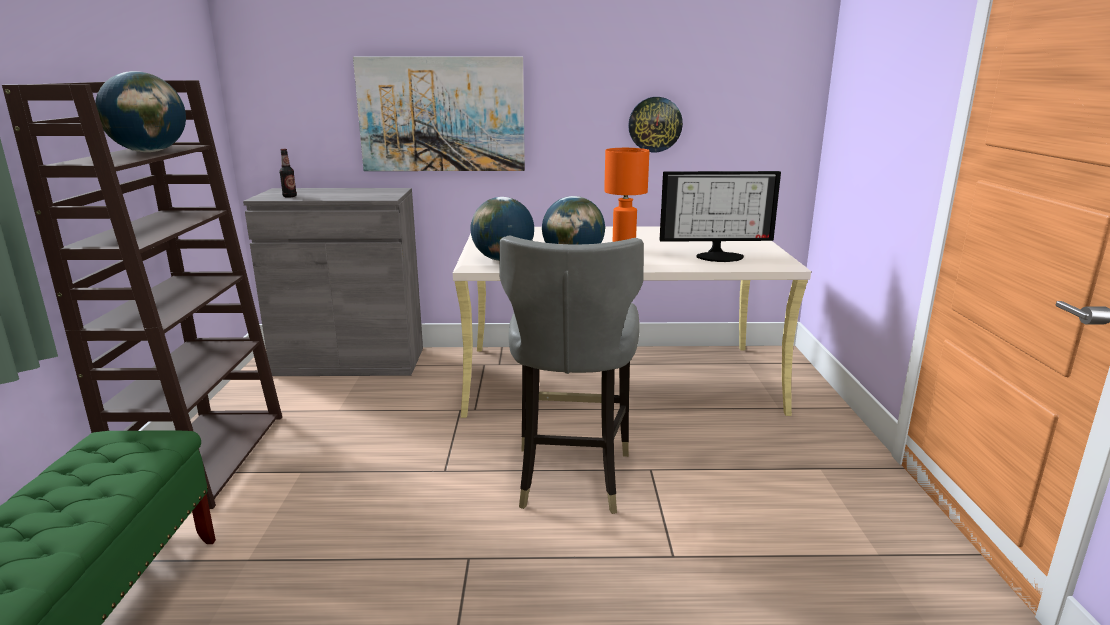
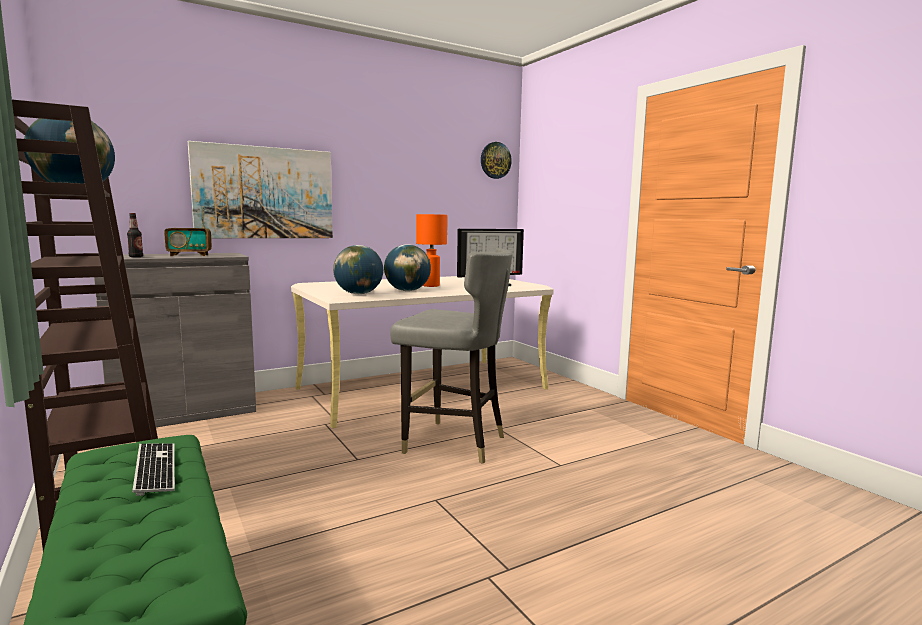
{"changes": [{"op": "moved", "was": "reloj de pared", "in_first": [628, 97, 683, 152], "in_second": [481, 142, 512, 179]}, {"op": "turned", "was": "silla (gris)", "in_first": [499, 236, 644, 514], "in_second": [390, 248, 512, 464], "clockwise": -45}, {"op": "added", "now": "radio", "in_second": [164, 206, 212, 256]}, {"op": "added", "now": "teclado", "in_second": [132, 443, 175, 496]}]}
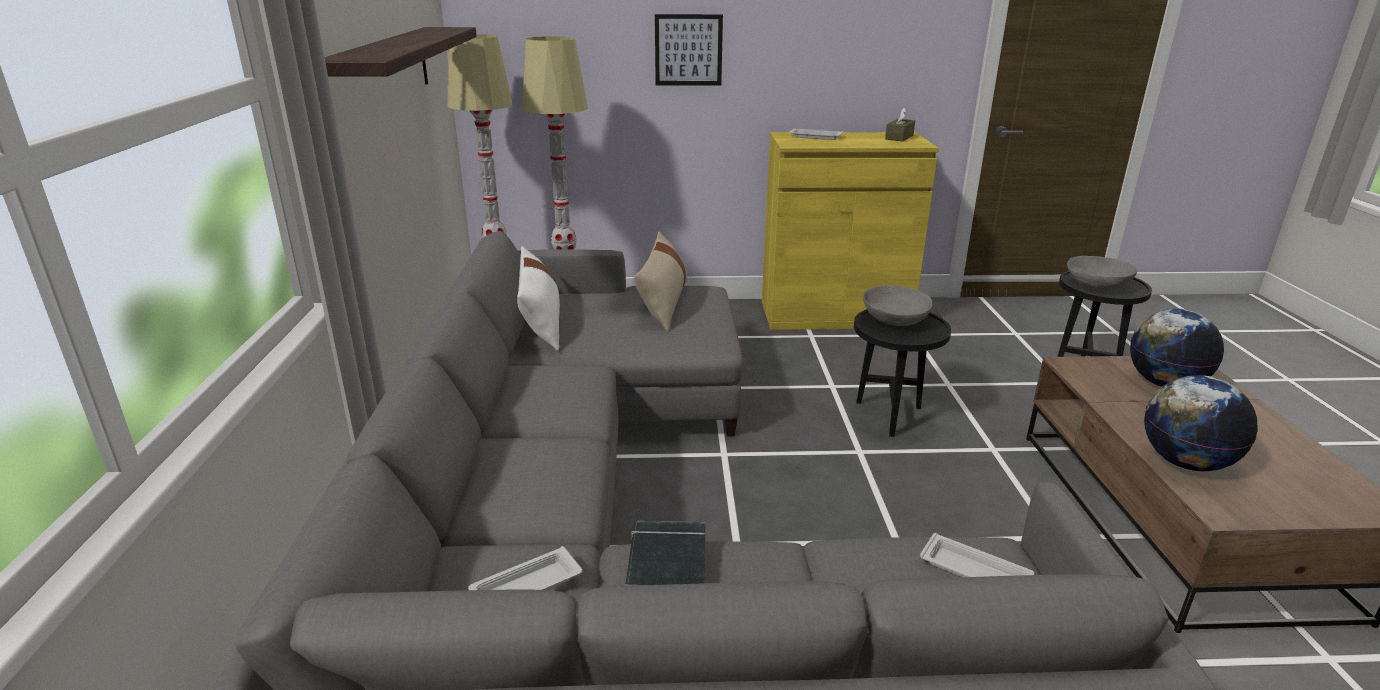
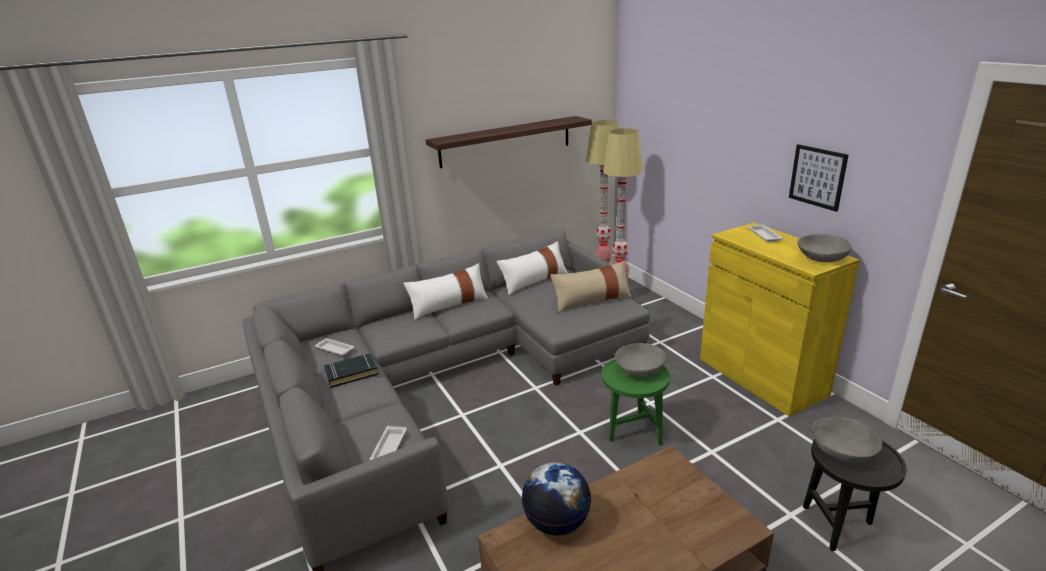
{"changes": [{"op": "moved", "was": "cuadro", "in_first": [655, 14, 723, 86], "in_second": [789, 144, 848, 212]}, {"op": "replaced", "was": "caja de pañuelos (marrón)", "now": "cuenco (gris)", "in_first": [885, 107, 915, 142], "in_second": [797, 234, 852, 262]}, {"op": "recoloured", "was": "mesa auxiliar (negro)", "now": "mesa auxiliar (verde)", "in_first": [854, 309, 951, 437], "in_second": [602, 359, 670, 446]}, {"op": "removed", "was": "globo terráqueo", "in_first": [1130, 309, 1224, 387]}, {"op": "added", "now": "cojín (blanco)", "in_second": [404, 263, 488, 320]}]}
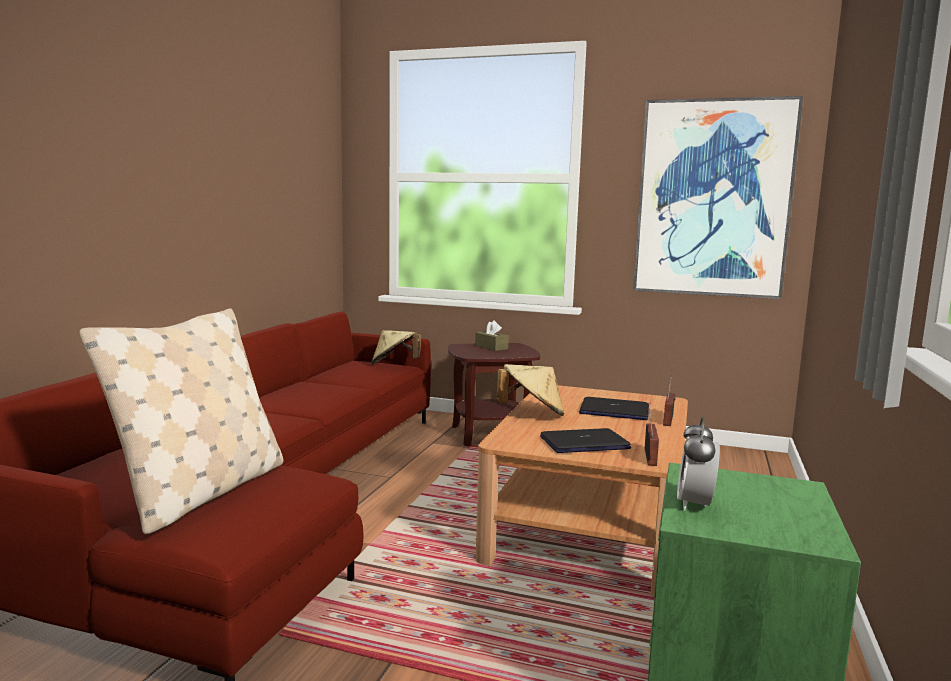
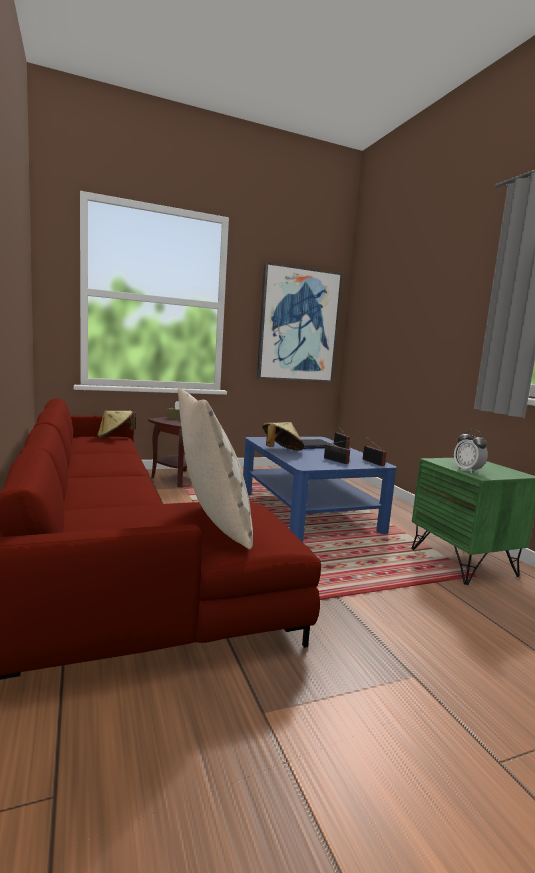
{"changes": [{"op": "recoloured", "was": "mesa de centro (marrón)", "now": "mesa de centro (azul)", "in_first": [476, 385, 688, 597], "in_second": [243, 437, 397, 542]}, {"op": "replaced", "was": "portátil", "now": "radio", "in_first": [540, 428, 631, 453], "in_second": [324, 439, 354, 464]}]}
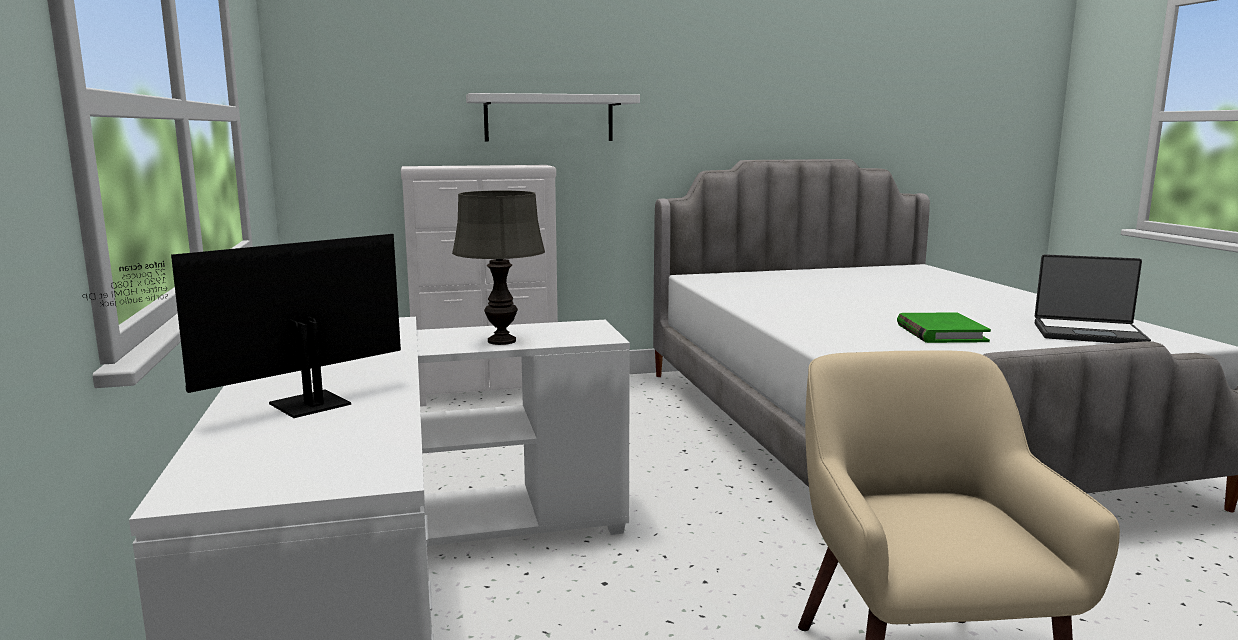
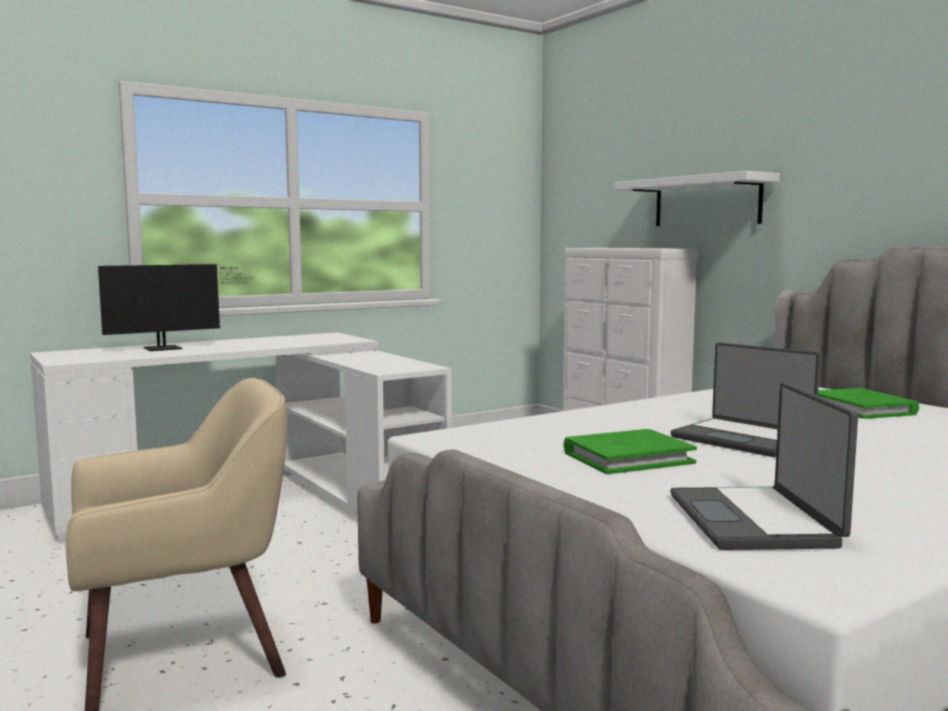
{"changes": [{"op": "removed", "was": "lámpara de mesa (gris)", "in_first": [452, 191, 545, 345]}, {"op": "turned", "was": "monitor", "in_first": [82, 234, 401, 418], "in_second": [98, 264, 253, 351], "clockwise": 120}, {"op": "added", "now": "portátil", "in_second": [671, 342, 821, 457]}, {"op": "added", "now": "libro (verde)", "in_second": [818, 388, 919, 419]}]}
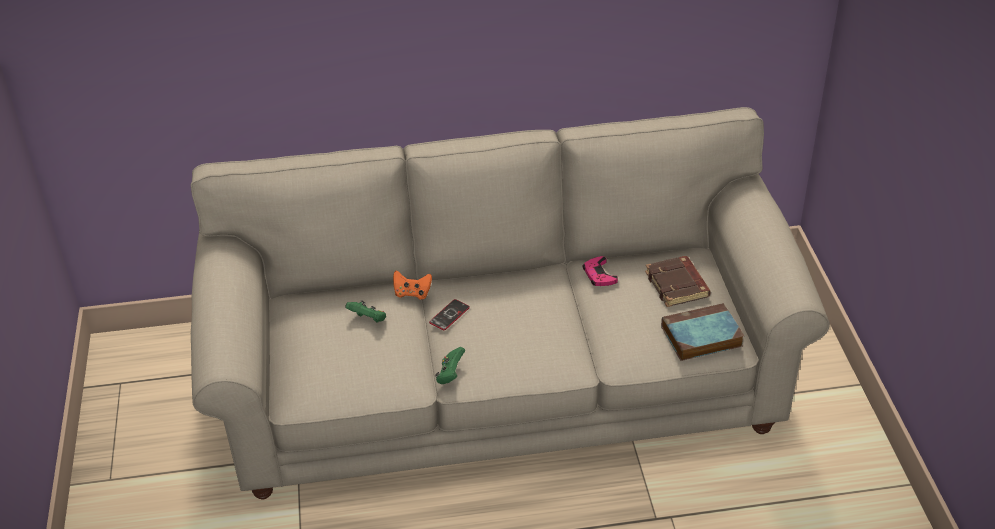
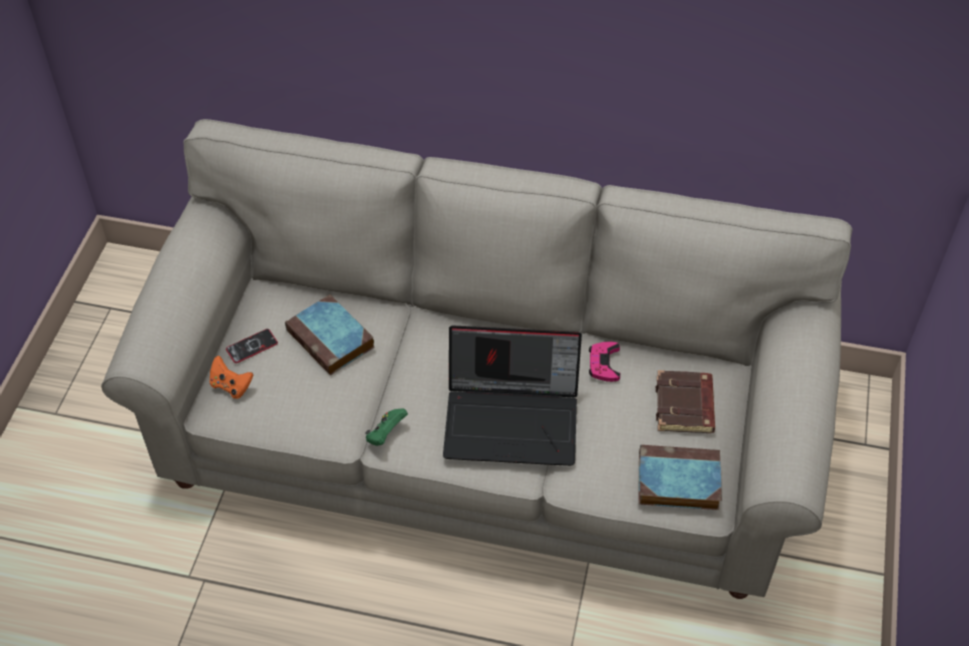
{"changes": [{"op": "moved", "was": "mando de consola (naranja)", "in_first": [393, 271, 432, 300], "in_second": [210, 356, 253, 399]}, {"op": "moved", "was": "móvil", "in_first": [429, 299, 470, 330], "in_second": [226, 329, 278, 363]}, {"op": "replaced", "was": "mando de consola (verde)", "now": "libro", "in_first": [345, 300, 386, 323], "in_second": [285, 295, 374, 375]}, {"op": "added", "now": "portátil", "in_second": [443, 326, 582, 466]}]}
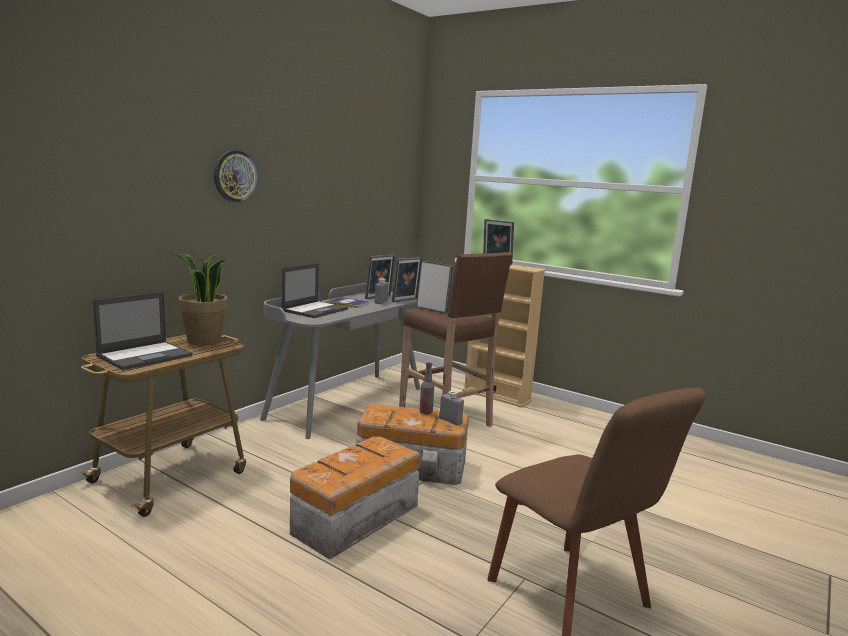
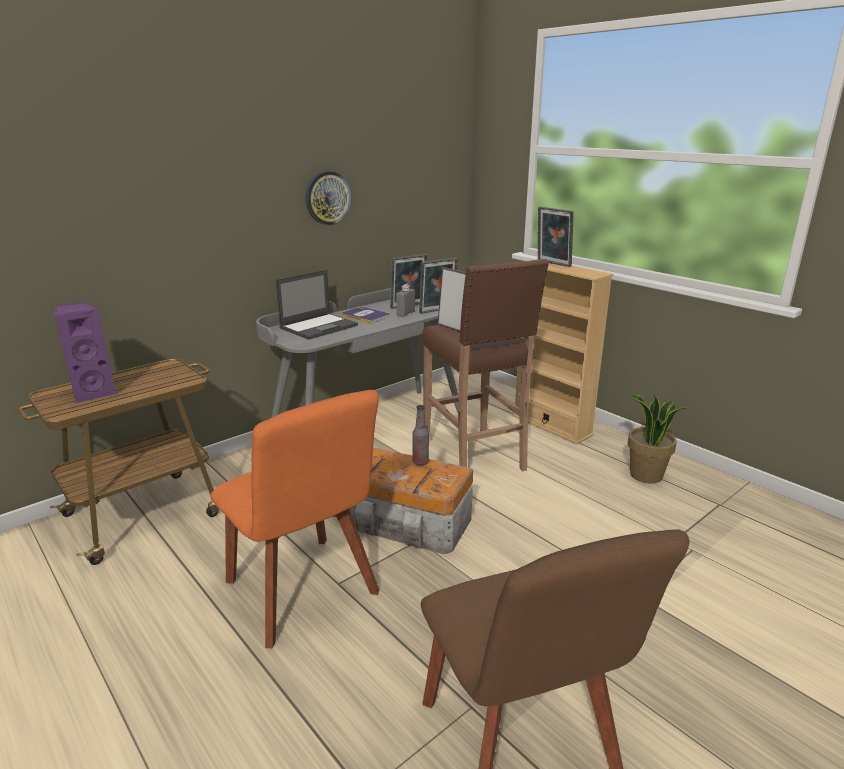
{"changes": [{"op": "moved", "was": "reloj de pared", "in_first": [214, 150, 258, 202], "in_second": [306, 171, 352, 225]}, {"op": "moved", "was": "planta en maceta", "in_first": [171, 250, 228, 345], "in_second": [628, 394, 687, 483]}, {"op": "replaced", "was": "portátil", "now": "altavoz (morado)", "in_first": [93, 292, 193, 370], "in_second": [54, 302, 116, 403]}, {"op": "removed", "was": "botella (gris)", "in_first": [439, 390, 464, 426]}, {"op": "replaced", "was": "caja de almacenaje", "now": "silla (naranja)", "in_first": [290, 437, 420, 560], "in_second": [210, 390, 379, 649]}]}
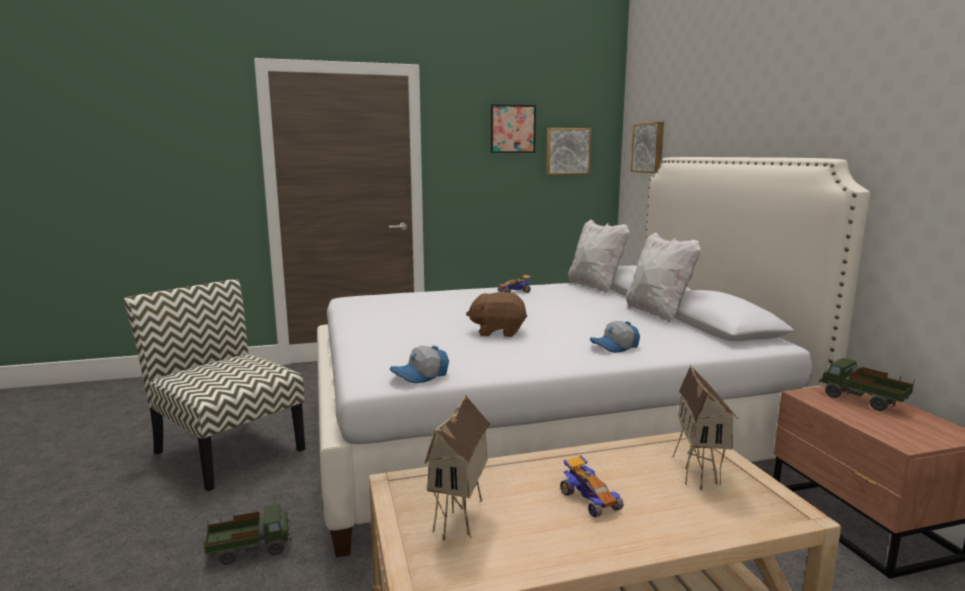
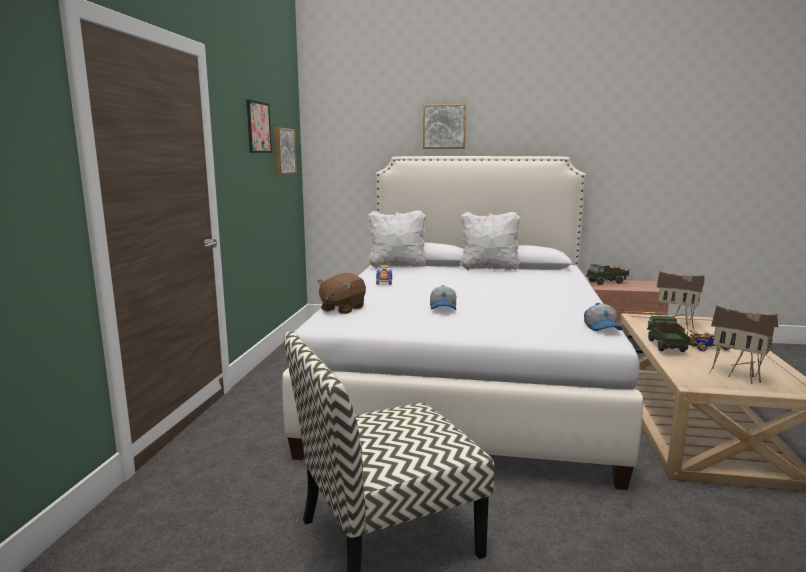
{"changes": [{"op": "moved", "was": "cuadro", "in_first": [631, 122, 664, 173], "in_second": [423, 104, 466, 148]}, {"op": "moved", "was": "peluche (marrón)", "in_first": [466, 292, 527, 337], "in_second": [317, 273, 366, 314]}, {"op": "moved", "was": "gorra", "in_first": [590, 321, 640, 353], "in_second": [430, 285, 456, 310]}, {"op": "moved", "was": "camión de juguete", "in_first": [204, 504, 292, 565], "in_second": [647, 316, 692, 352]}]}
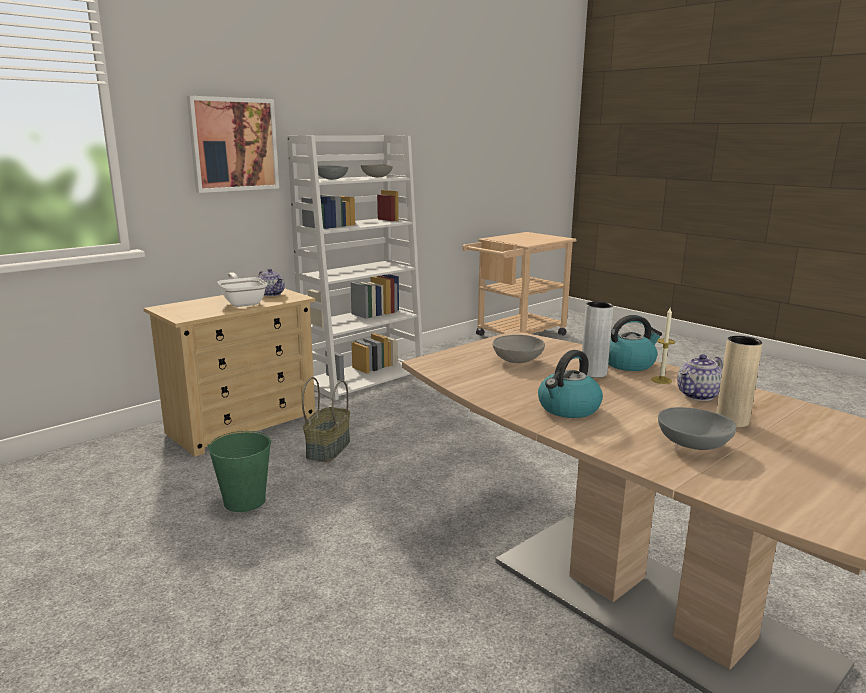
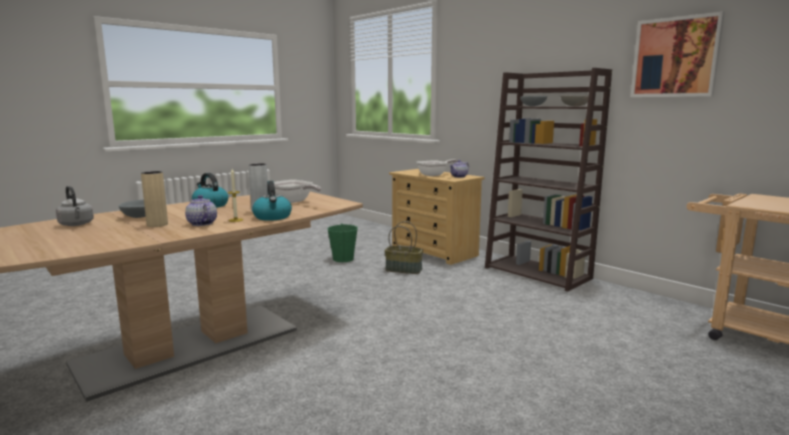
{"changes": [{"op": "moved", "was": "cuadro", "in_first": [187, 96, 279, 193], "in_second": [631, 11, 725, 97]}, {"op": "recoloured", "was": "estantería (blanco)", "now": "estantería (marrón)", "in_first": [287, 135, 423, 400], "in_second": [485, 68, 612, 292]}, {"op": "replaced", "was": "cuenco (gris)", "now": "sartén", "in_first": [492, 335, 545, 363], "in_second": [274, 180, 321, 203]}, {"op": "added", "now": "hervidor (gris)", "in_second": [56, 186, 94, 226]}]}
